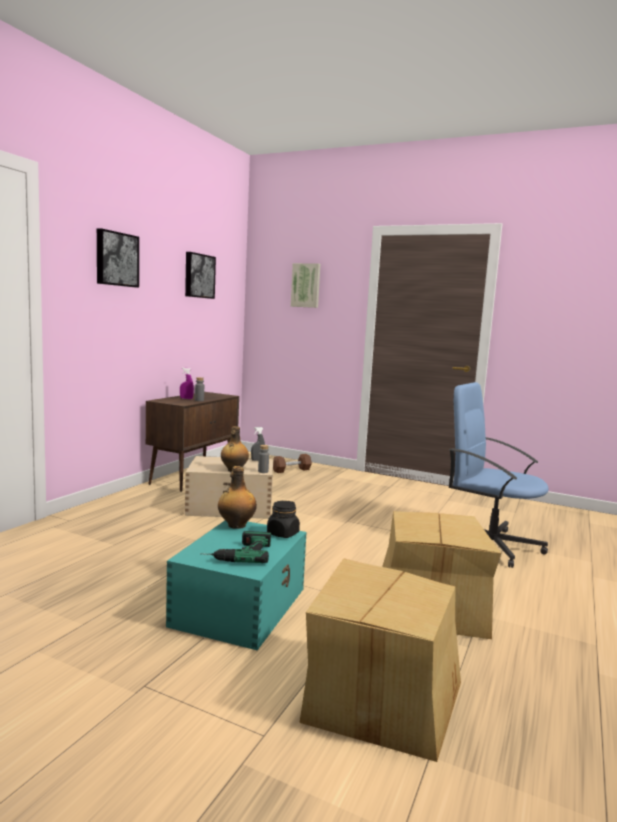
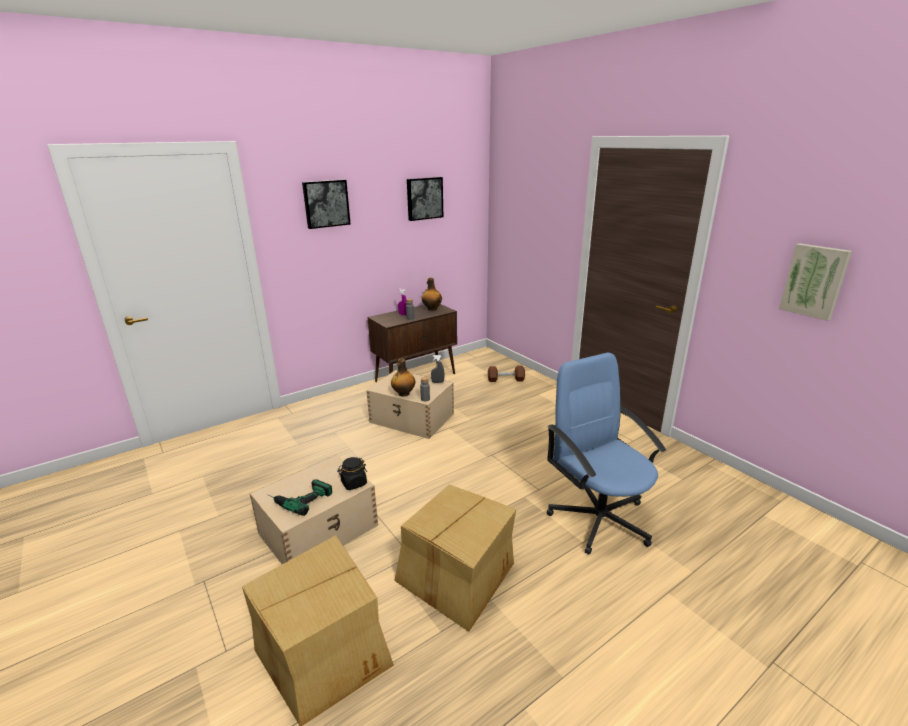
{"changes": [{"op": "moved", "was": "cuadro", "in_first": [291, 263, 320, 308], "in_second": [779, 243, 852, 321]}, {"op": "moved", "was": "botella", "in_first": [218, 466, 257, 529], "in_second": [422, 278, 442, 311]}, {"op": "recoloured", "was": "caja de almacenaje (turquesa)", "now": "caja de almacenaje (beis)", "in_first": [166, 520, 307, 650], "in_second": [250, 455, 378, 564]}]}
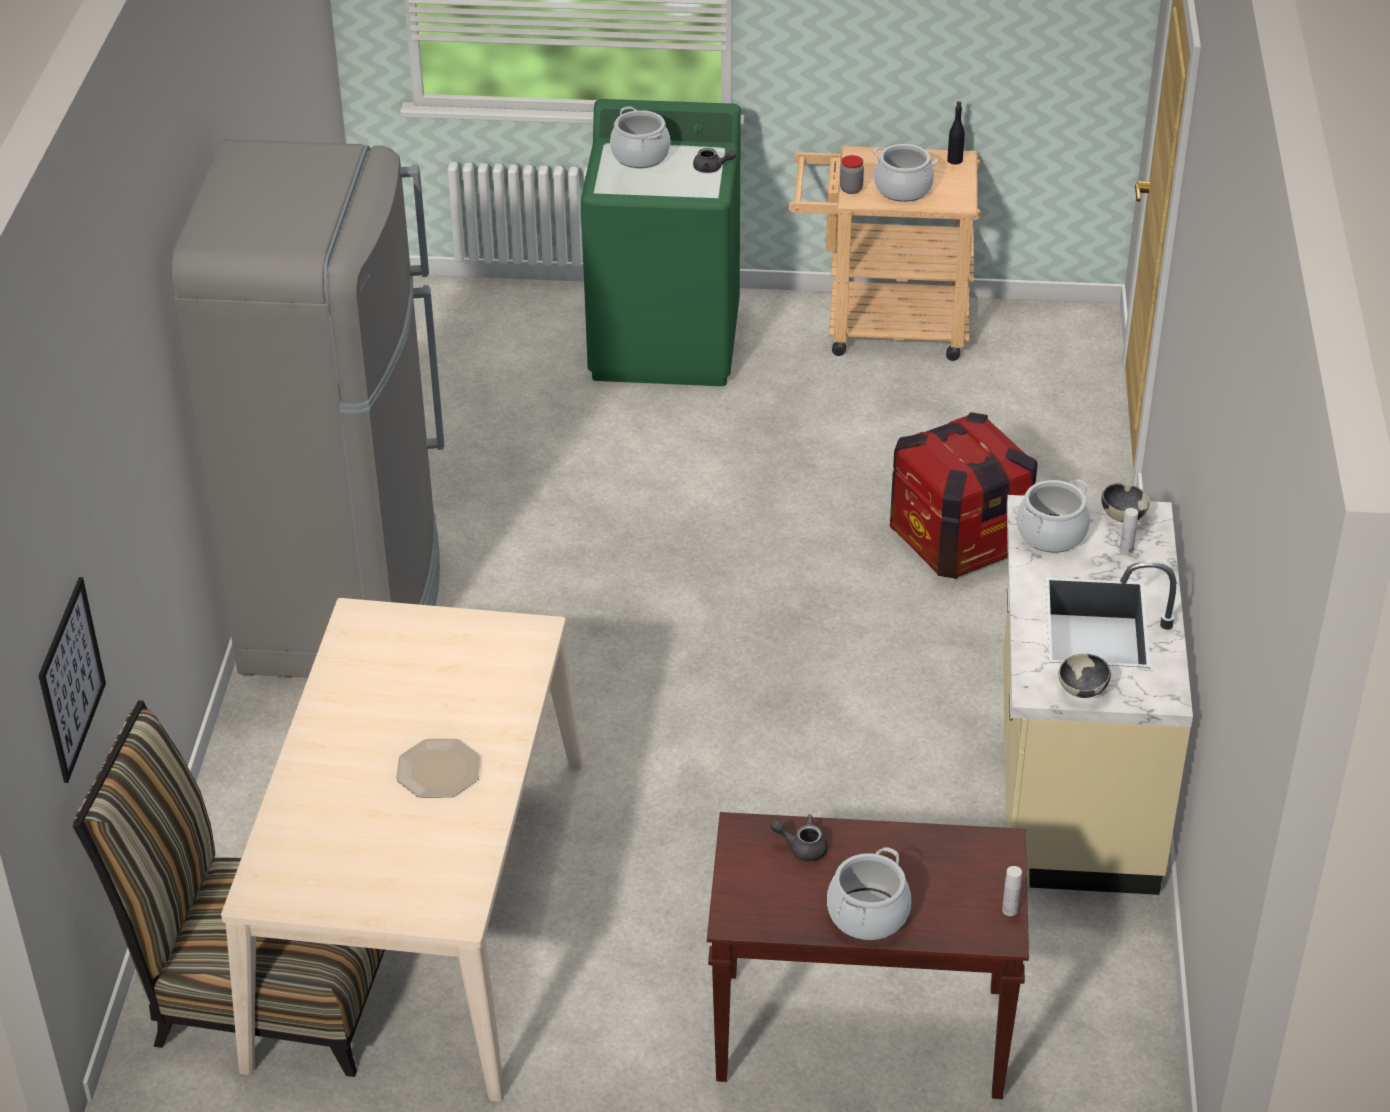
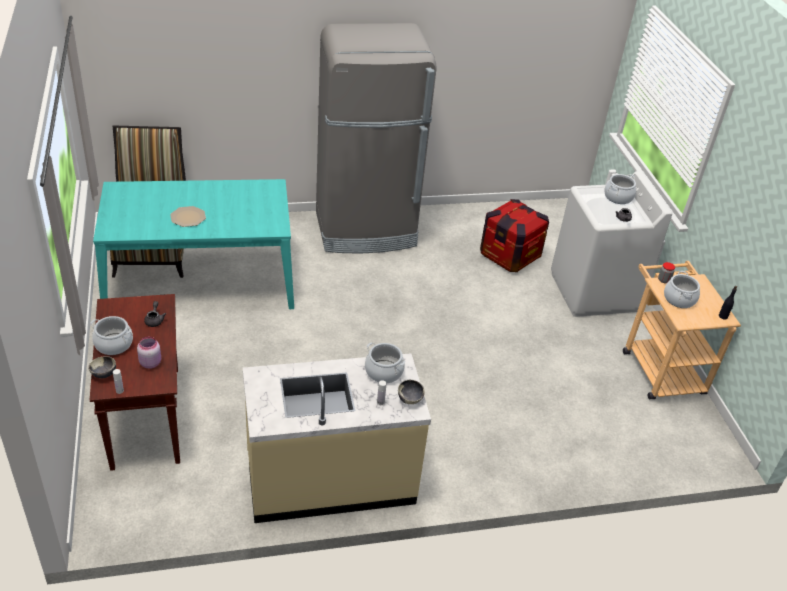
{"changes": [{"op": "recoloured", "was": "lavadora (verde)", "now": "lavadora (blanco)", "in_first": [581, 99, 741, 386], "in_second": [551, 171, 672, 317]}, {"op": "moved", "was": "caja de embalaje", "in_first": [890, 412, 1038, 579], "in_second": [480, 199, 549, 272]}, {"op": "removed", "was": "cuadro", "in_first": [38, 577, 106, 783]}, {"op": "recoloured", "was": "mesa de comedor (beis)", "now": "mesa de comedor (turquesa)", "in_first": [221, 598, 583, 1102], "in_second": [93, 179, 294, 309]}, {"op": "moved", "was": "cuenco", "in_first": [1058, 653, 1111, 698], "in_second": [88, 356, 116, 378]}, {"op": "added", "now": "tarro (rosa)", "in_second": [137, 337, 161, 369]}]}
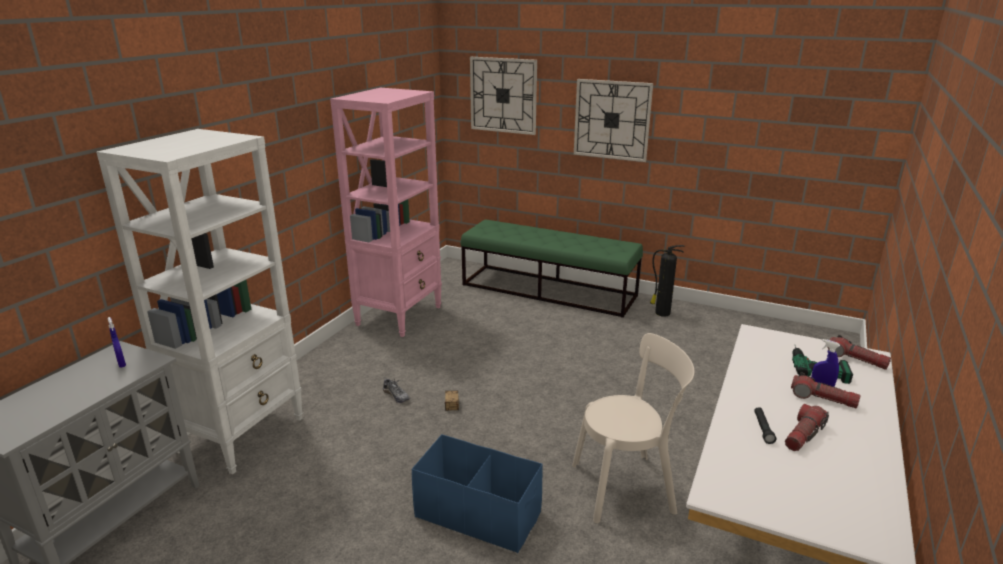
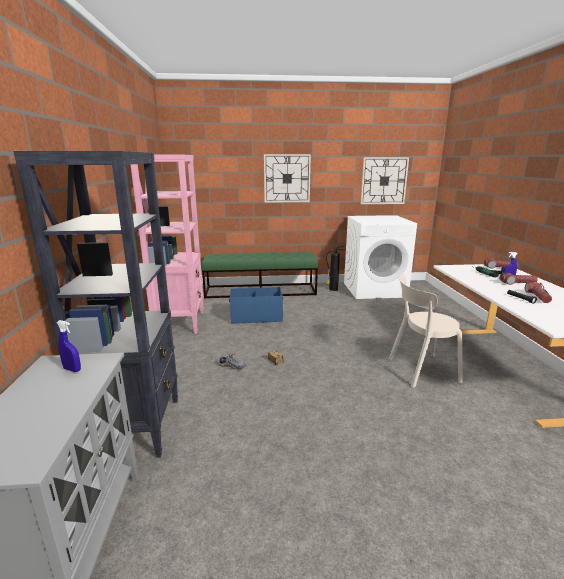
{"changes": [{"op": "moved", "was": "reloj de pared", "in_first": [470, 57, 537, 135], "in_second": [361, 157, 409, 204]}, {"op": "recoloured", "was": "estantería (blanco)", "now": "estantería (negro)", "in_first": [96, 129, 303, 474], "in_second": [13, 151, 178, 458]}, {"op": "turned", "was": "silla (beis)", "in_first": [572, 333, 694, 523], "in_second": [389, 274, 462, 388], "clockwise": -150}, {"op": "moved", "was": "caja de almacenaje (azul)", "in_first": [411, 434, 543, 553], "in_second": [229, 287, 283, 324]}, {"op": "added", "now": "lavadora (blanco)", "in_second": [344, 215, 417, 299]}]}
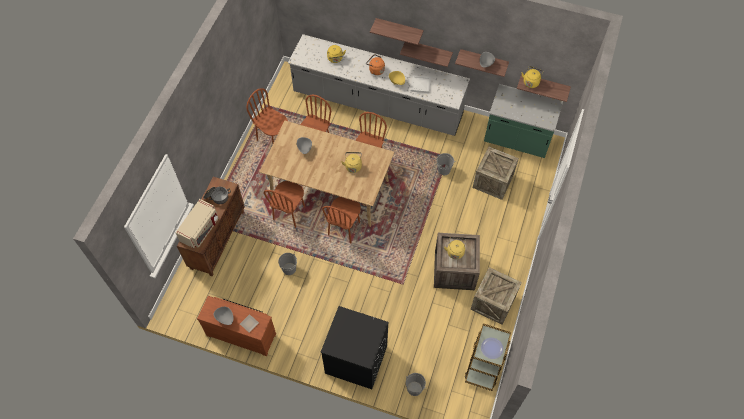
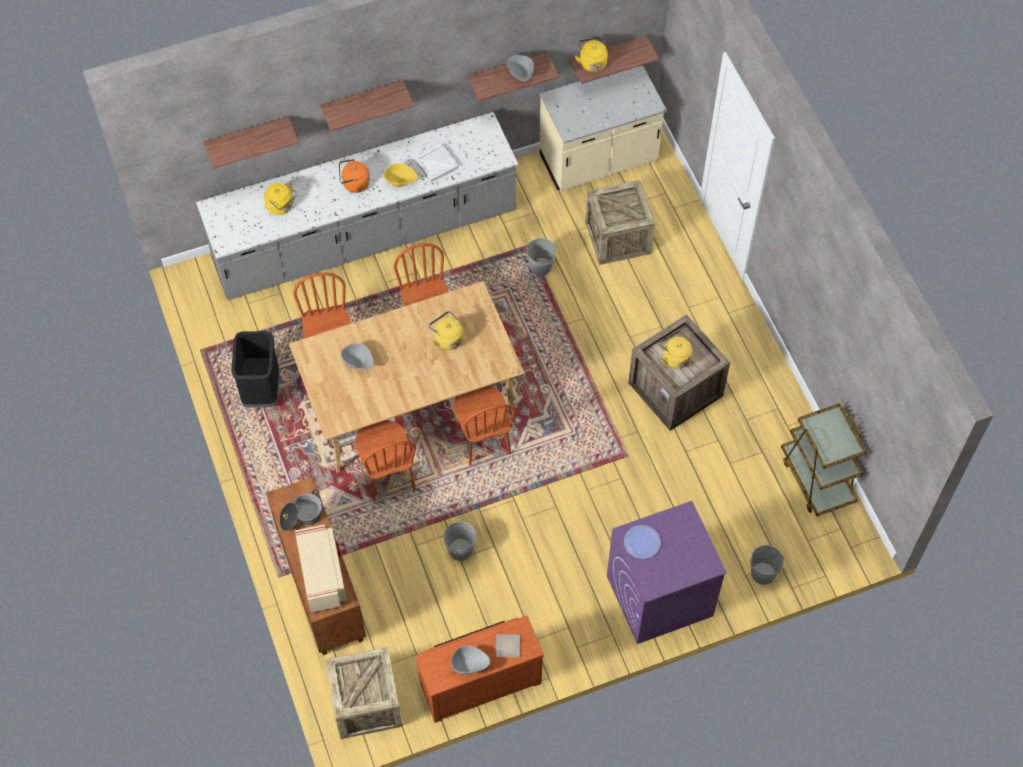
{"changes": [{"op": "moved", "was": "estante", "in_first": [400, 42, 453, 67], "in_second": [204, 116, 299, 169]}, {"op": "recoloured", "was": "mueble bajo de cocina (verde)", "now": "mueble bajo de cocina (beis)", "in_first": [484, 84, 563, 158], "in_second": [540, 65, 667, 191]}, {"op": "replaced", "was": "silla (marrón)", "now": "papelera (negro)", "in_first": [246, 88, 288, 143], "in_second": [232, 331, 279, 408]}, {"op": "moved", "was": "caja de embalaje", "in_first": [470, 267, 522, 325], "in_second": [325, 647, 402, 739]}, {"op": "recoloured", "was": "lavadora (negro)", "now": "lavadora (morado)", "in_first": [320, 306, 388, 389], "in_second": [607, 501, 727, 644]}, {"op": "moved", "was": "plato", "in_first": [481, 338, 503, 359], "in_second": [624, 525, 661, 559]}]}
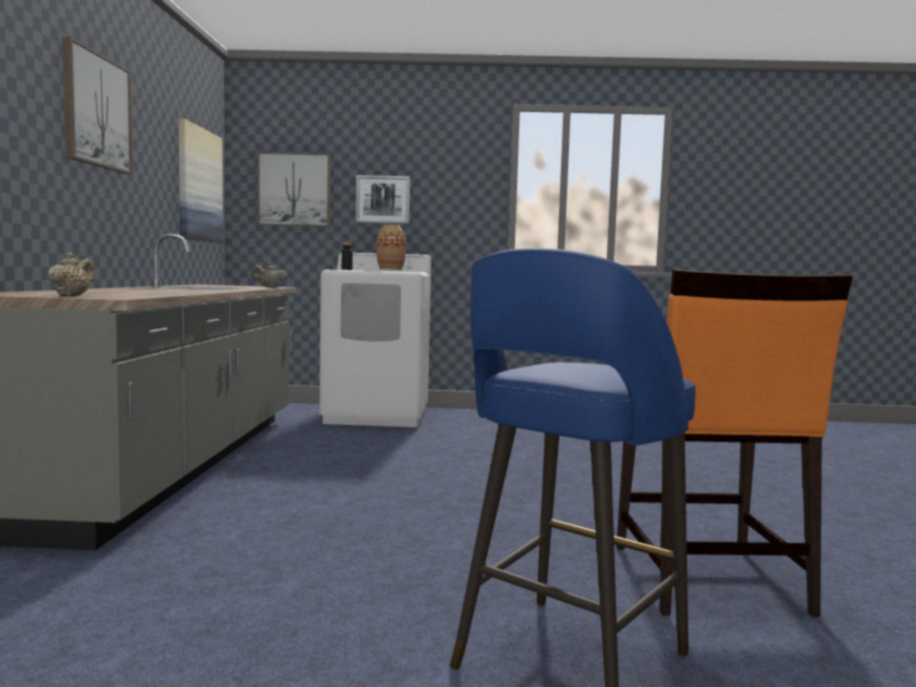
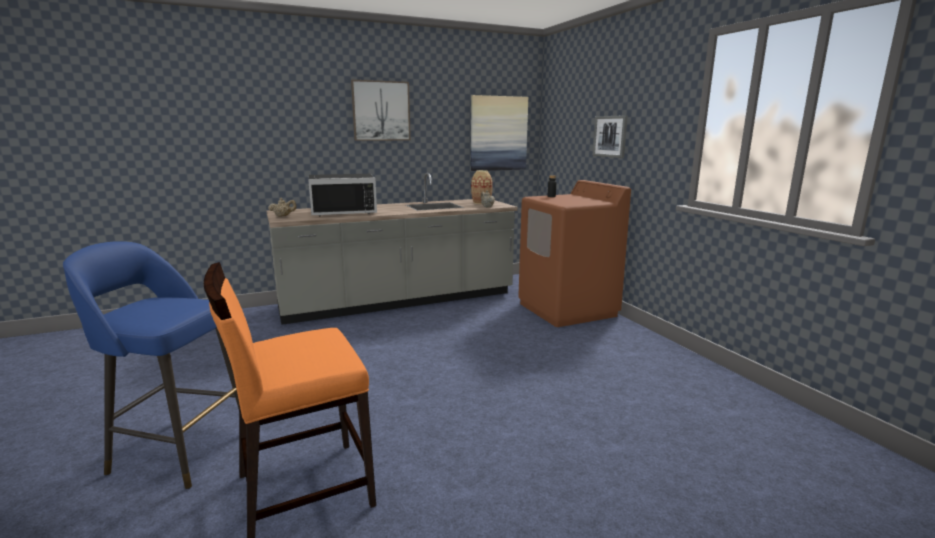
{"changes": [{"op": "removed", "was": "cuadro", "in_first": [257, 152, 331, 227]}, {"op": "moved", "was": "florero", "in_first": [376, 224, 406, 270], "in_second": [471, 170, 493, 204]}, {"op": "recoloured", "was": "lavadora (blanco)", "now": "lavadora (marrón)", "in_first": [320, 253, 431, 427], "in_second": [518, 180, 631, 327]}, {"op": "added", "now": "microondas (negro)", "in_second": [308, 174, 377, 216]}]}
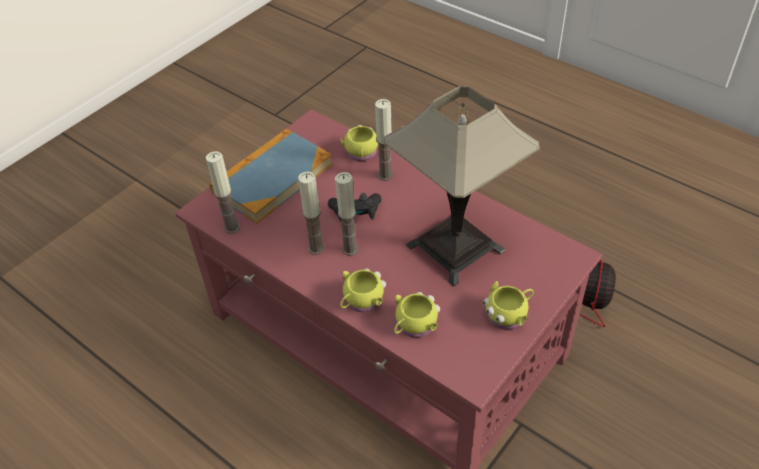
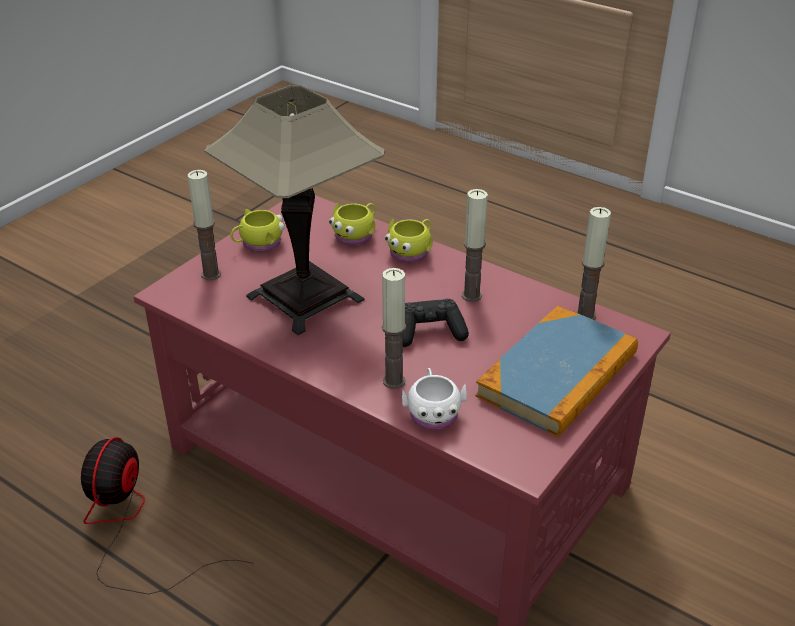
{"changes": [{"op": "recoloured", "was": "taza grande (amarillo)", "now": "taza grande (blanco)", "in_first": [340, 125, 378, 161], "in_second": [402, 368, 467, 430]}, {"op": "moved", "was": "vela", "in_first": [335, 172, 359, 256], "in_second": [188, 170, 221, 280]}]}
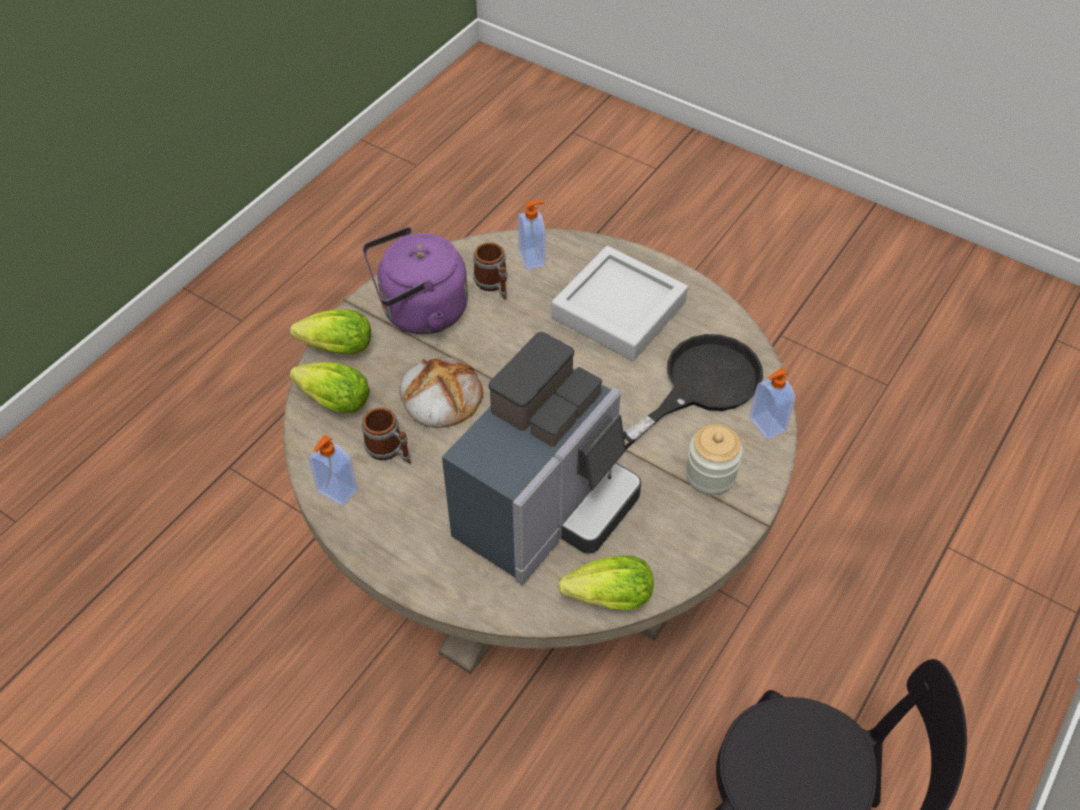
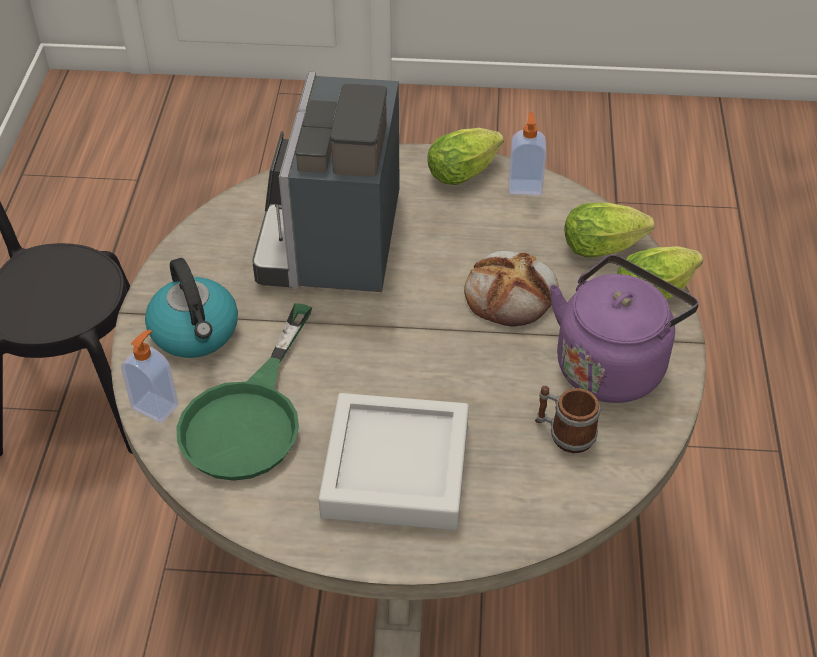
{"changes": [{"op": "removed", "was": "dispensador de jabón", "in_first": [518, 200, 545, 270]}, {"op": "recoloured", "was": "sartén (negro)", "now": "sartén (verde)", "in_first": [623, 334, 763, 449], "in_second": [176, 303, 312, 481]}, {"op": "removed", "was": "taza grande", "in_first": [362, 408, 411, 464]}, {"op": "replaced", "was": "tarro", "now": "hervidor", "in_first": [686, 424, 743, 495], "in_second": [145, 258, 238, 358]}, {"op": "moved", "was": "lechuga", "in_first": [558, 555, 654, 610], "in_second": [427, 128, 504, 185]}]}
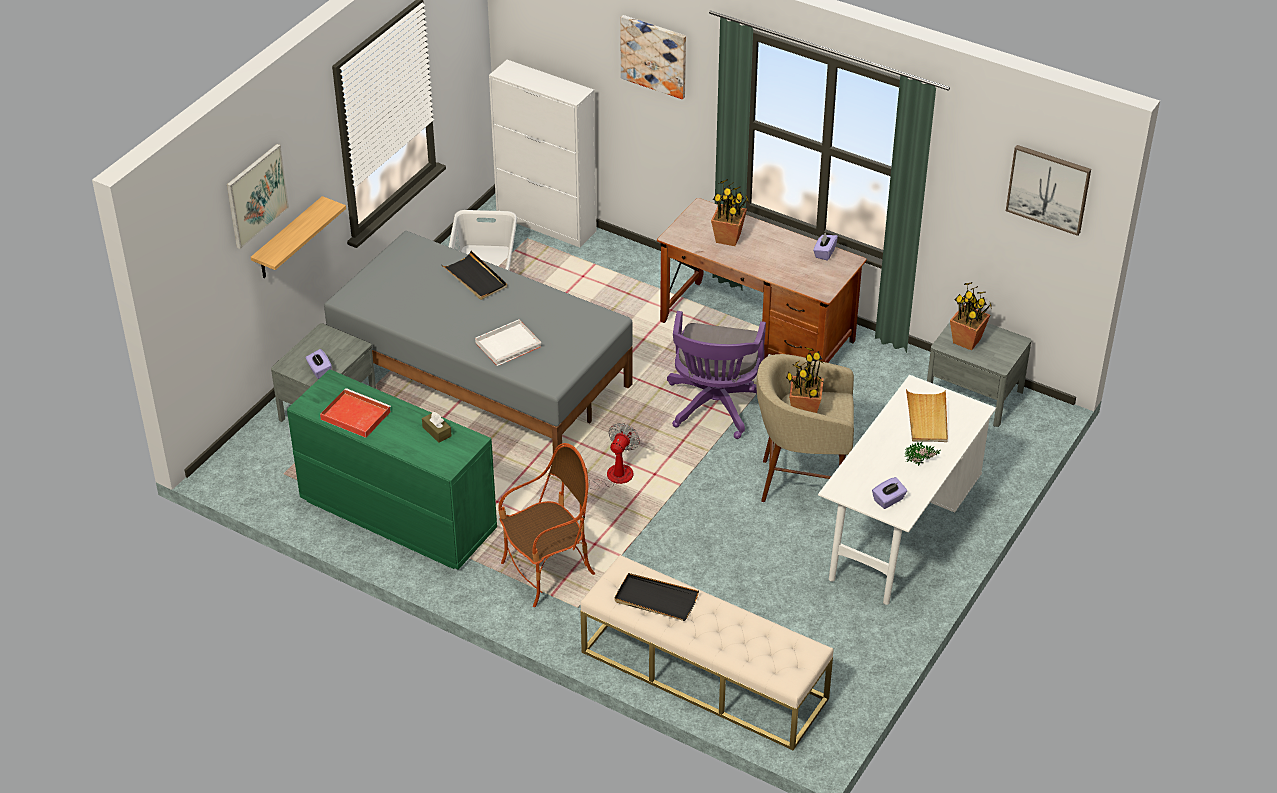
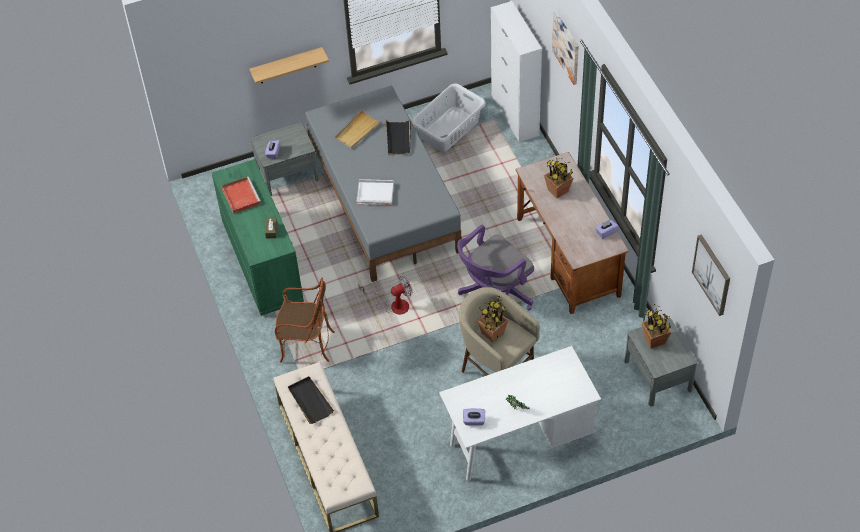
{"changes": [{"op": "removed", "was": "cuadro", "in_first": [227, 144, 289, 249]}, {"op": "moved", "was": "bandeja (beis)", "in_first": [906, 389, 948, 442], "in_second": [335, 110, 381, 149]}]}
